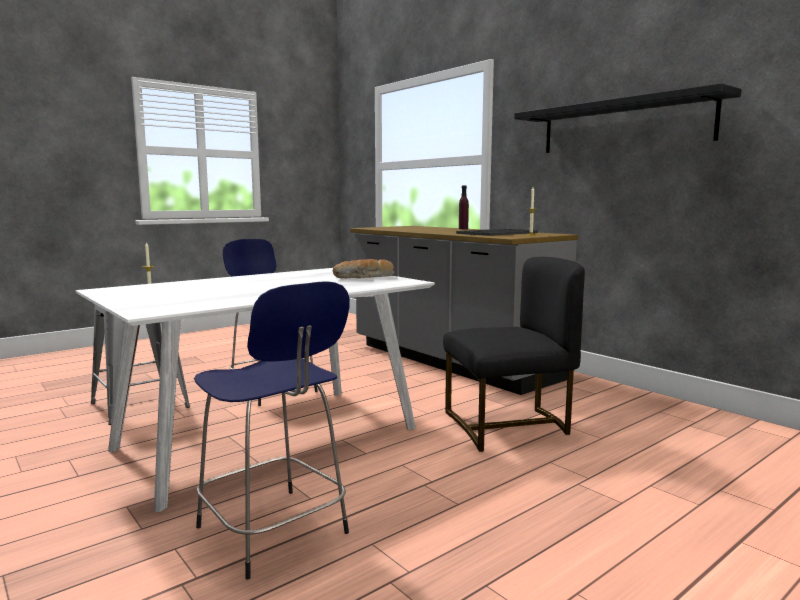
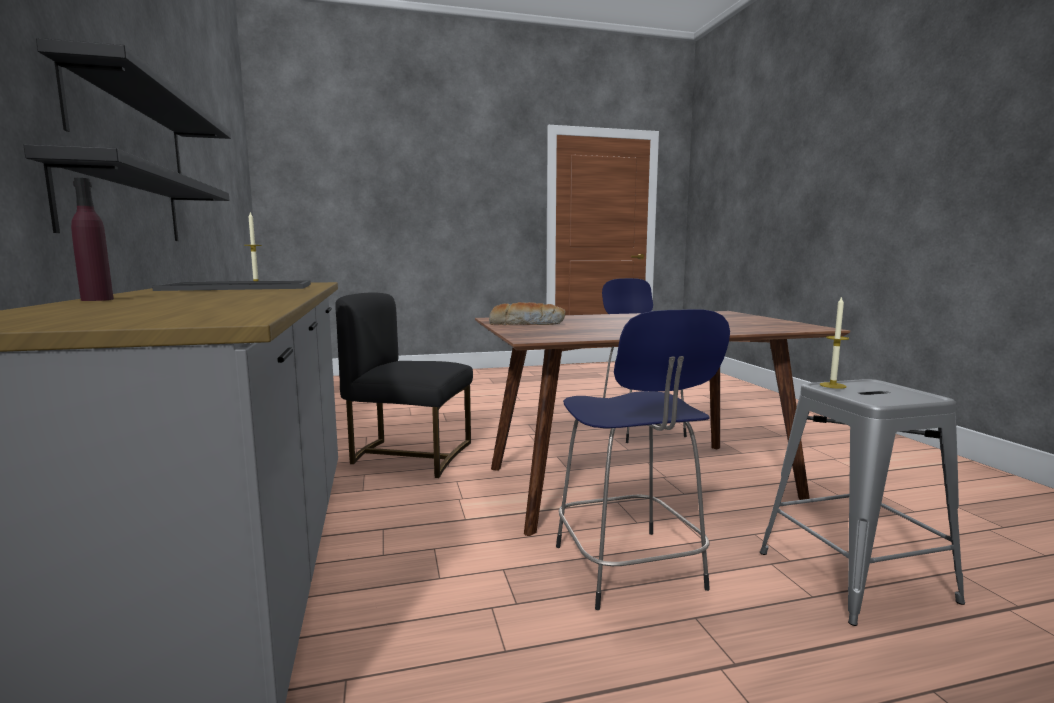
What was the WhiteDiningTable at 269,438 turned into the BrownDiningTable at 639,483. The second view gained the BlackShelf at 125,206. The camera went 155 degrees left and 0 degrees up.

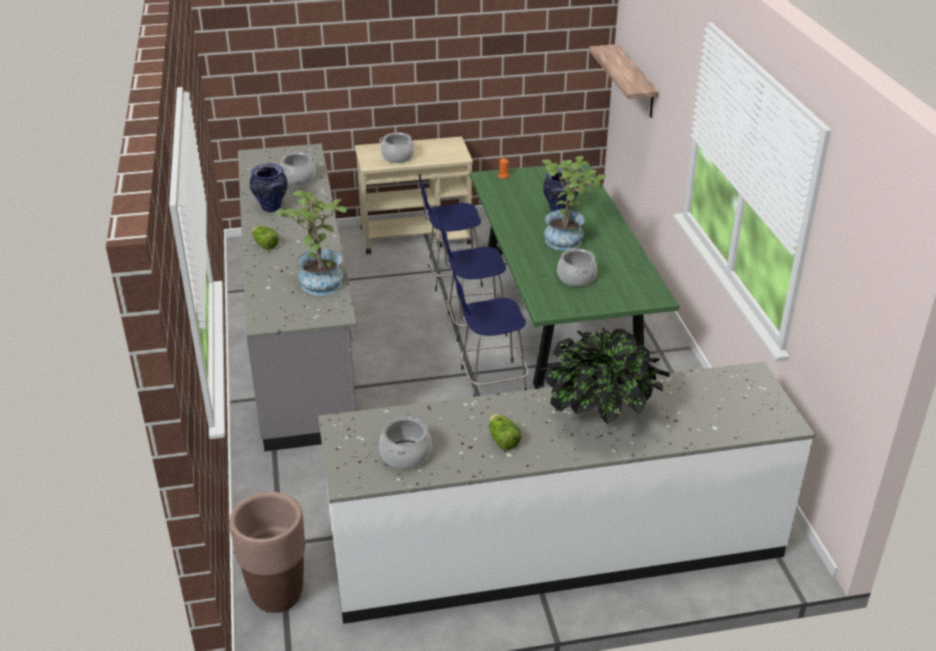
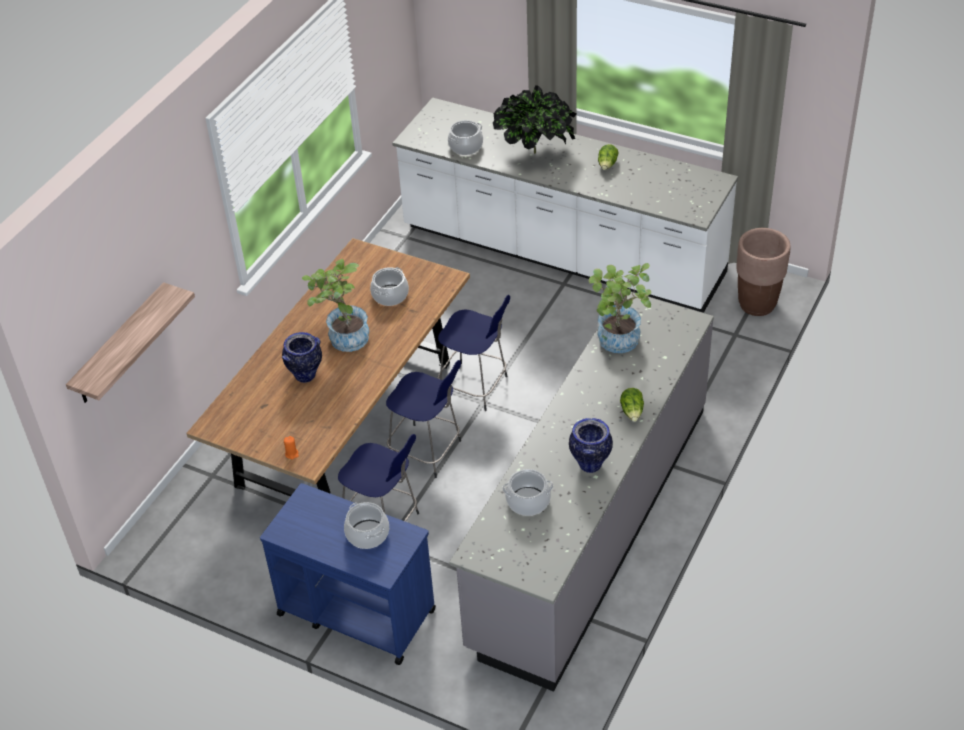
What was the BeigeCart at 416,236 turned into the BlueCart at 355,611. The CookingPot ended up elsewhere, having gone from 406,455 to 465,146. What was the GreenDiningTable at 558,316 turned into the BrownDiningTable at 346,423. The camera went 140 degrees left and 10 degrees up.

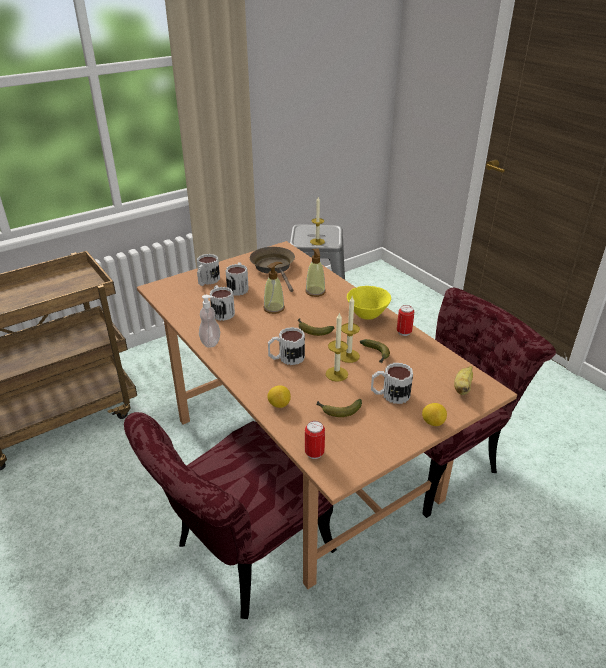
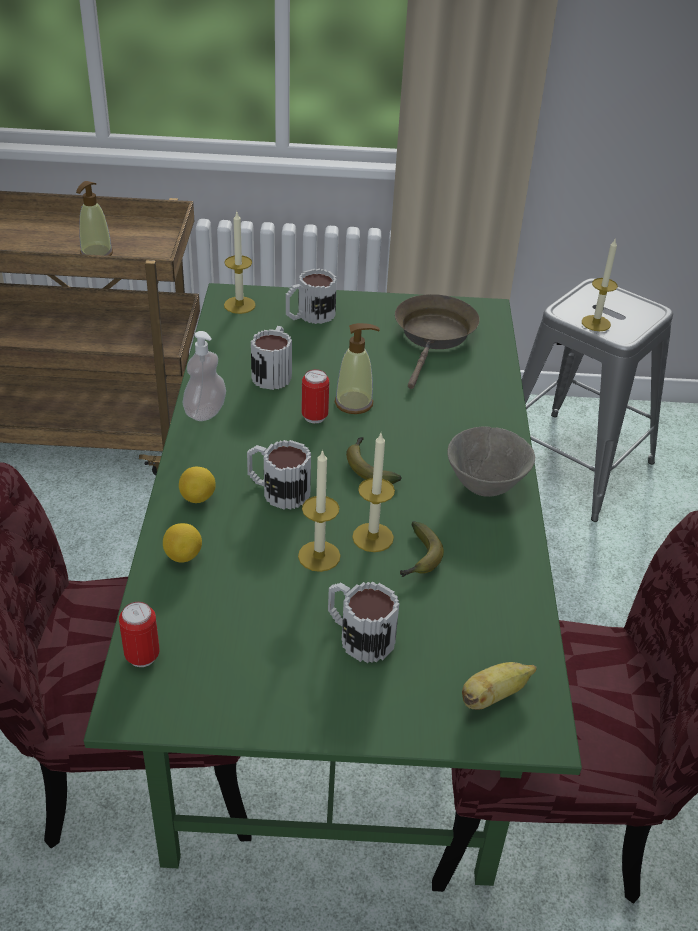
What was the BrownDiningTable at 300,457 turned into the GreenDiningTable at 335,671. The second view lost the Mug at 238,287. The SoapDispenser ended up elsewhere, having gone from 315,292 to 96,253. The second view lost the Banana at 338,410. What was the YellowBowl at 367,316 turned into the GreyBowl at 484,487. The Can ended up elsewhere, having gone from 404,332 to 314,417. The Lemon ended up elsewhere, having gone from 433,422 to 198,498. The second view gained the Candle at 239,305. The camera went 35 degrees right and 5 degrees up.

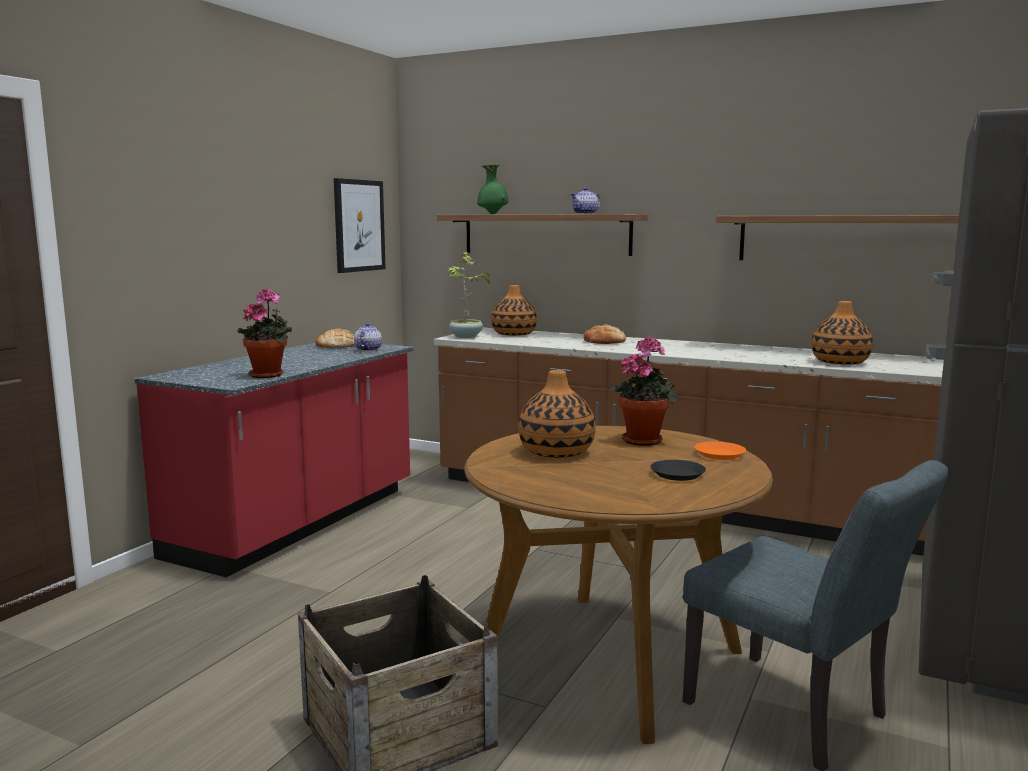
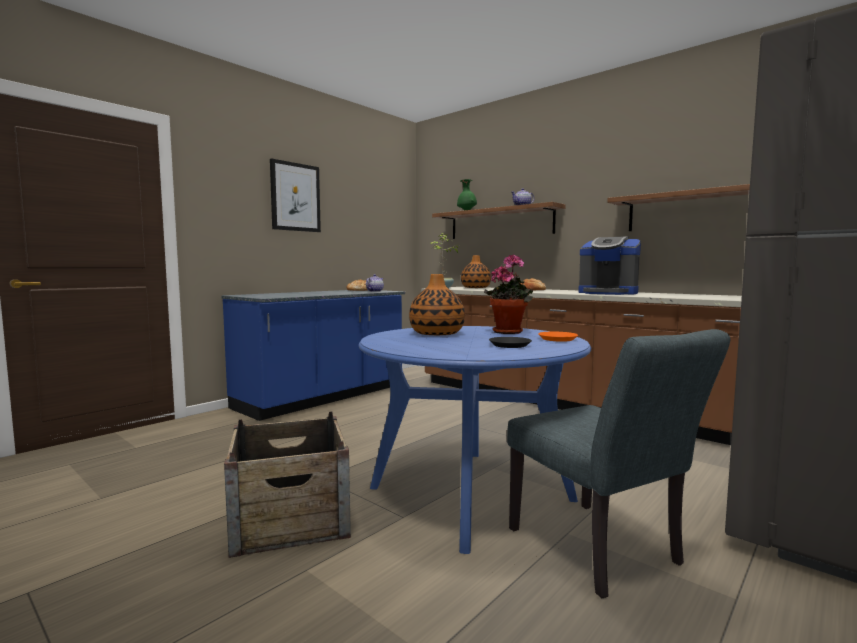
What was the RedCounter at 298,522 turned into the BlueCounter at 323,397. The second view lost the PottedPlant at 269,375. The Picture ended up elsewhere, having gone from 359,225 to 295,197. What was the BrownDiningTable at 610,659 turned into the BlueDiningTable at 470,493. The second view lost the Vase at 840,362. The second view gained the CoffeeMachine at 608,293. The camera went 15 degrees right and 5 degrees down.

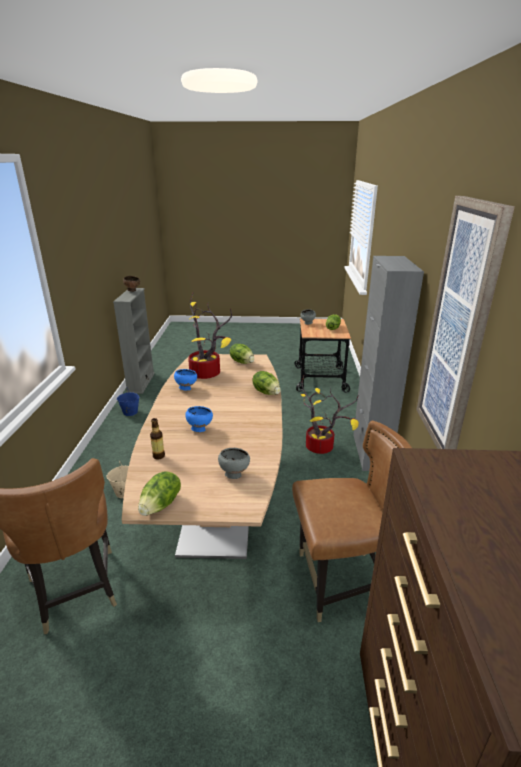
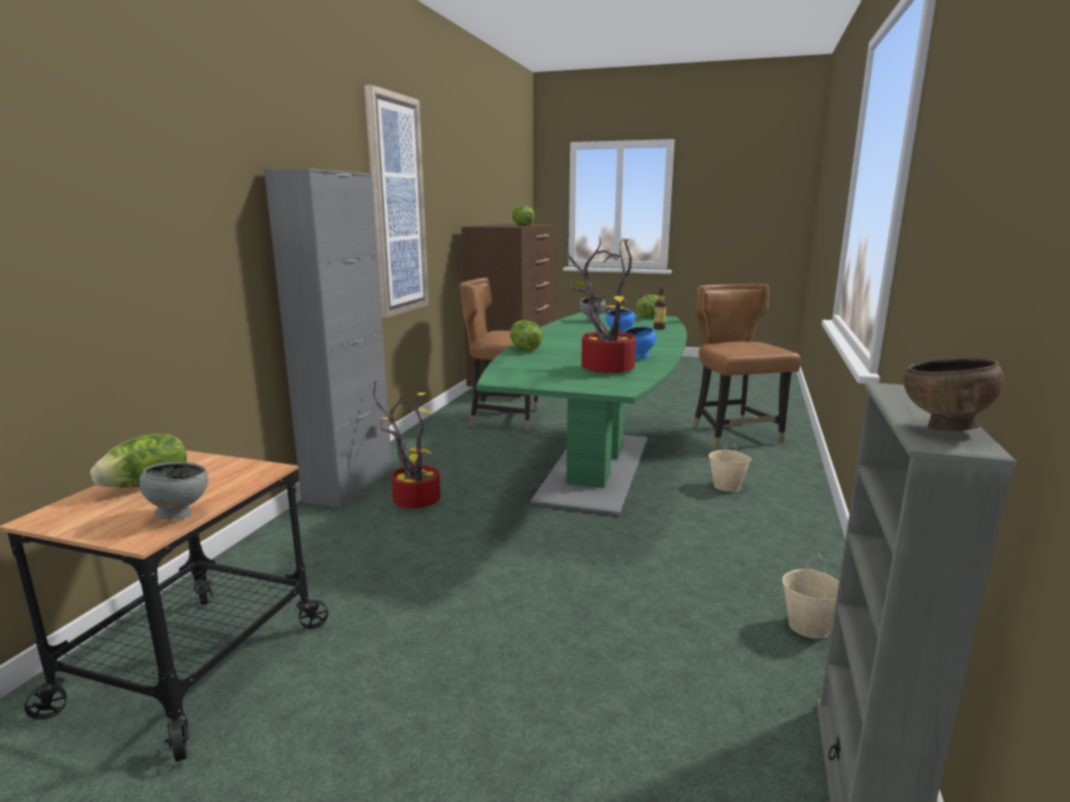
What was the BlueBucket at 130,412 turned into the BeigeBucket at 809,626. What was the BrownDiningTable at 219,498 turned into the GreenDiningTable at 596,468. The Lettuce ended up elsewhere, having gone from 242,362 to 522,225. The camera went 165 degrees left and 10 degrees down.

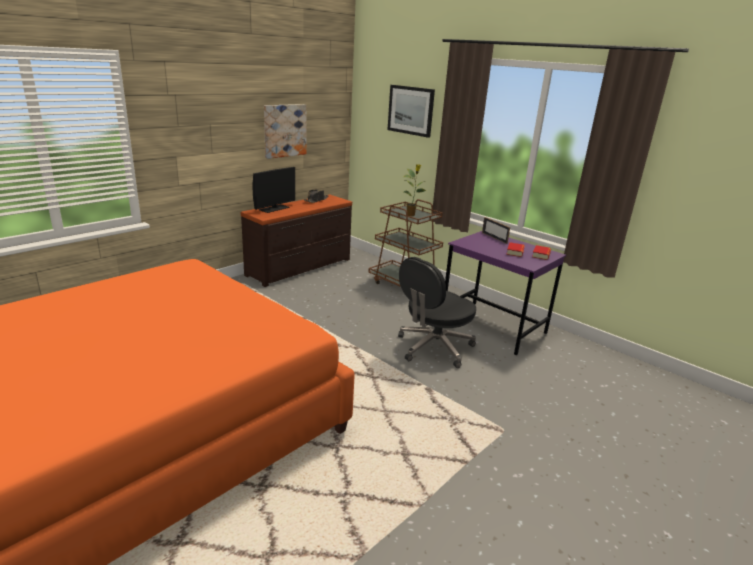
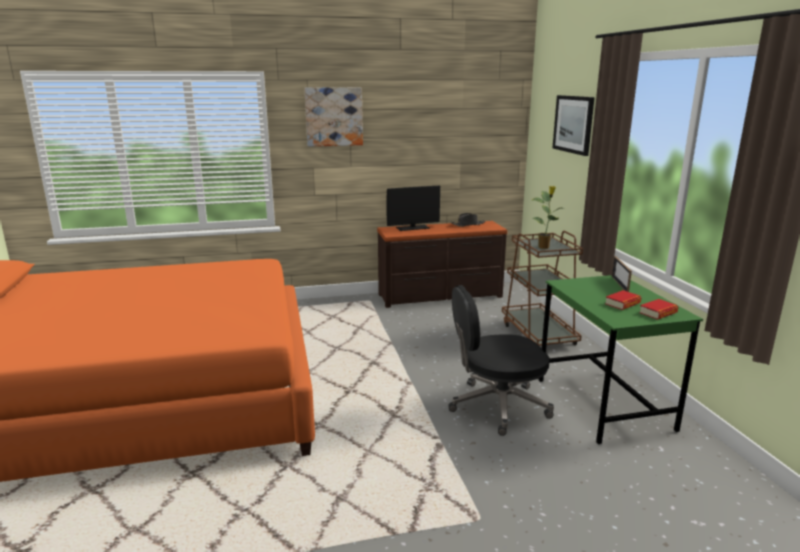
The Picture ended up elsewhere, having gone from 284,130 to 334,116. What was the PurpleDesk at 493,327 turned into the GreenDesk at 604,404. The camera went 35 degrees right and 5 degrees down.

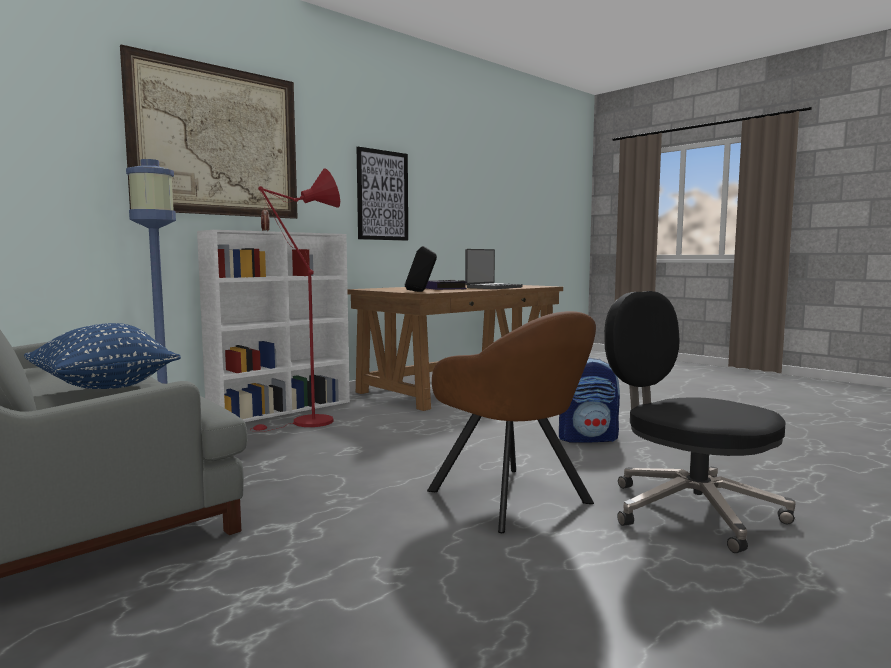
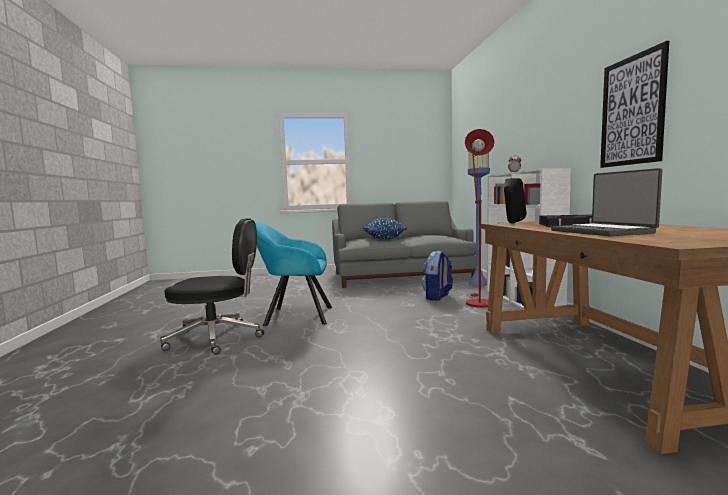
The second view lost the Picture at 217,141. What was the BrownArmchair at 514,499 turned into the TurquoiseArmchair at 295,316. The Backpack ended up elsewhere, having gone from 587,438 to 438,297. The camera went 125 degrees right and 0 degrees up.

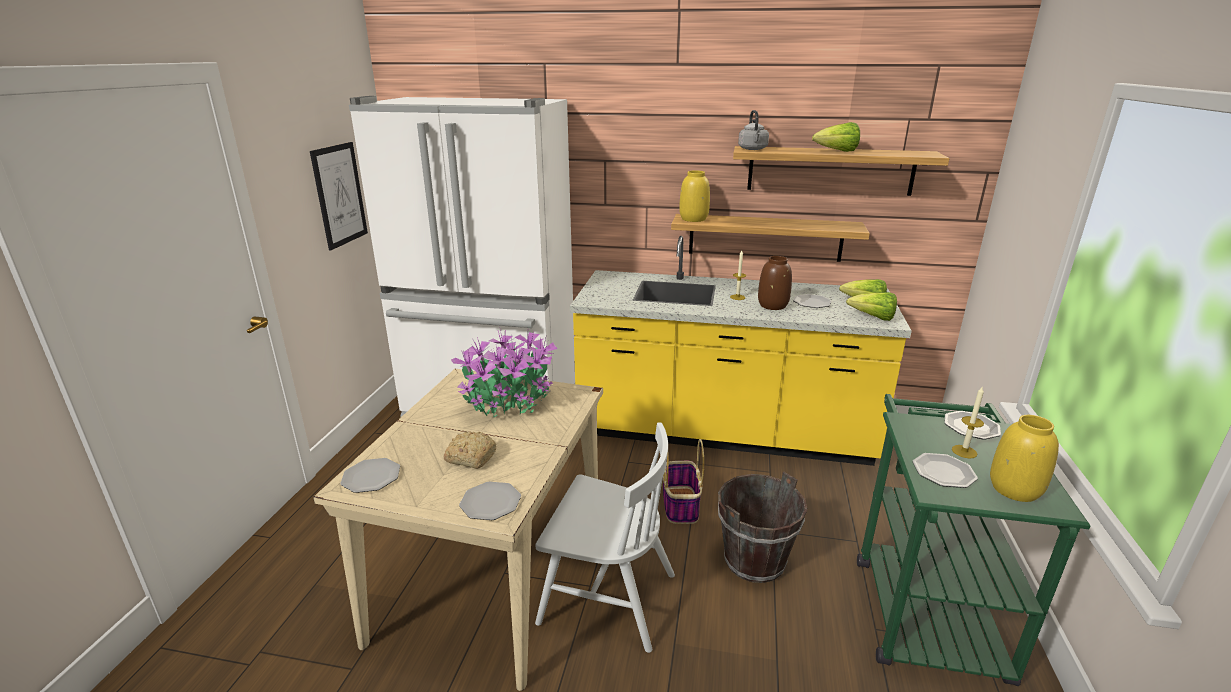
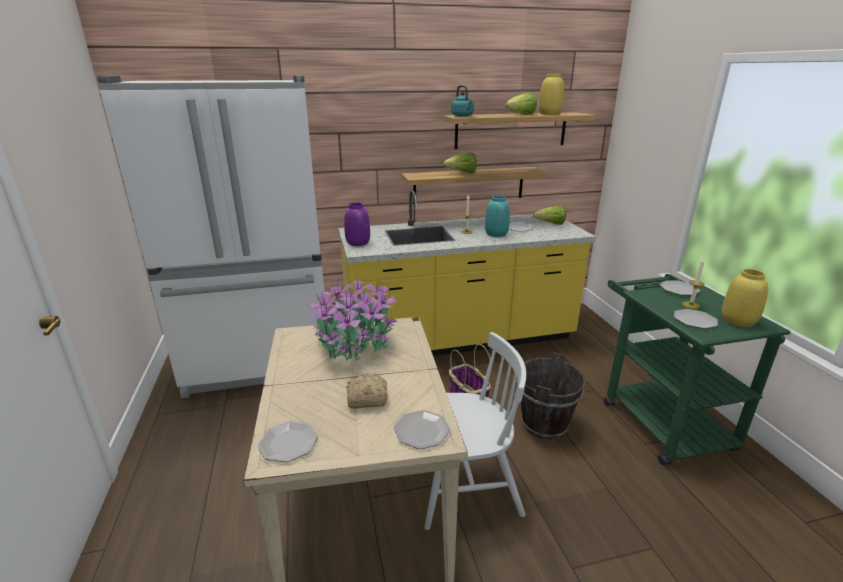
The second view lost the Picture at 339,195. The YellowVase ended up elsewhere, having gone from 693,219 to 549,114. What was the GreyKettle at 753,149 turned into the TurquoiseKettle at 463,116. What was the BrownVase at 772,306 turned into the TurquoiseVase at 496,234. The Lettuce ended up elsewhere, having gone from 873,318 to 462,173. The second view gained the PurpleVase at 358,243. The camera went 25 degrees left and 0 degrees up.

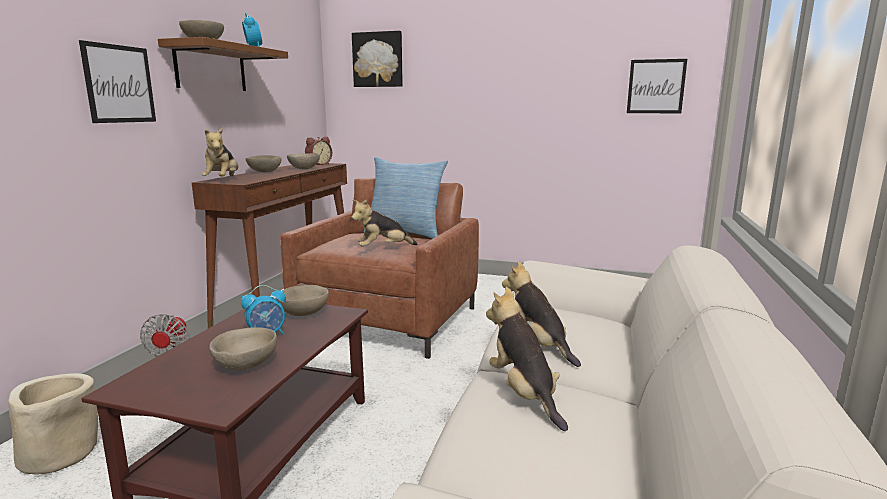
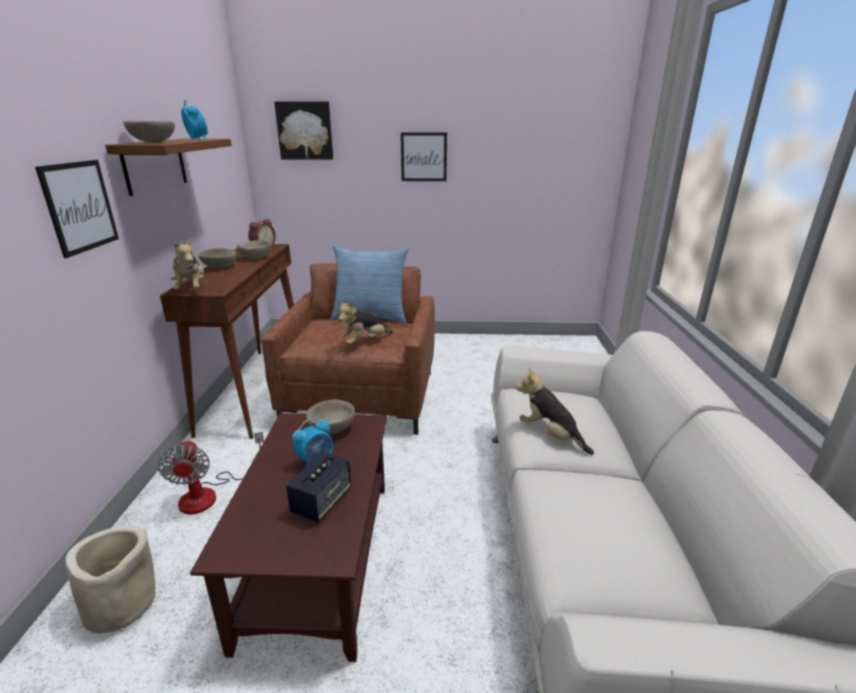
Where the BeigeBowl stood at 246,364, the Speaker came to stand at 322,501. The second view lost the PlushToy at 524,394. The Picture ended up elsewhere, having gone from 656,86 to 424,157. The camera went 15 degrees left and 10 degrees up.

